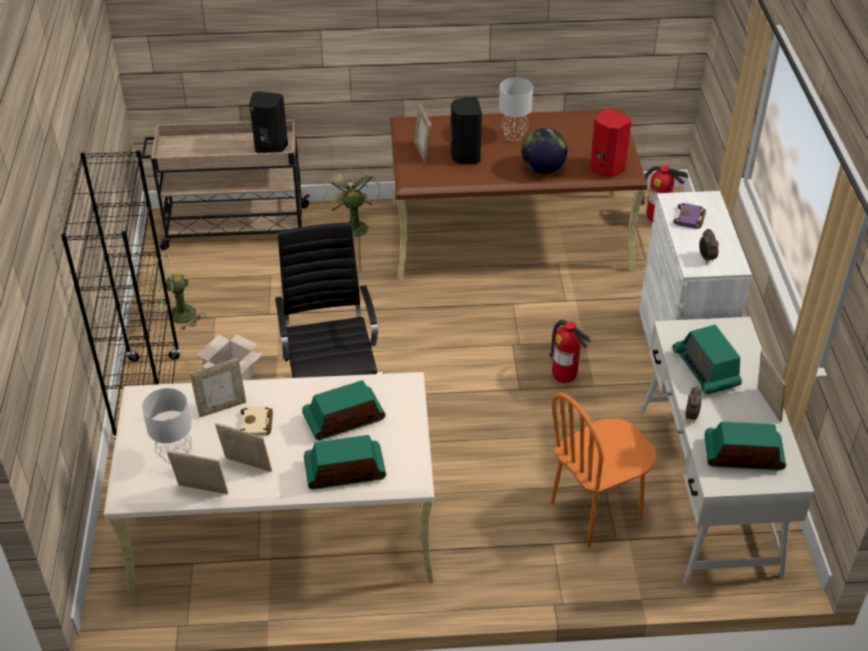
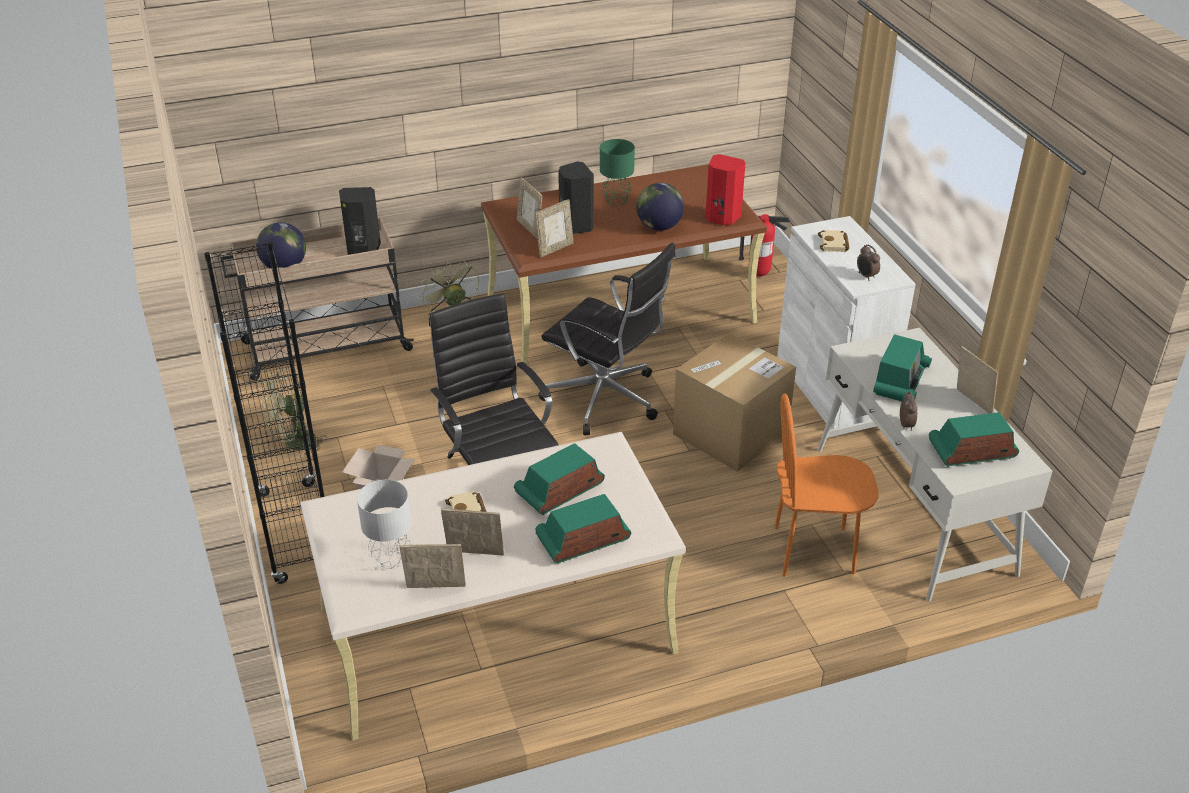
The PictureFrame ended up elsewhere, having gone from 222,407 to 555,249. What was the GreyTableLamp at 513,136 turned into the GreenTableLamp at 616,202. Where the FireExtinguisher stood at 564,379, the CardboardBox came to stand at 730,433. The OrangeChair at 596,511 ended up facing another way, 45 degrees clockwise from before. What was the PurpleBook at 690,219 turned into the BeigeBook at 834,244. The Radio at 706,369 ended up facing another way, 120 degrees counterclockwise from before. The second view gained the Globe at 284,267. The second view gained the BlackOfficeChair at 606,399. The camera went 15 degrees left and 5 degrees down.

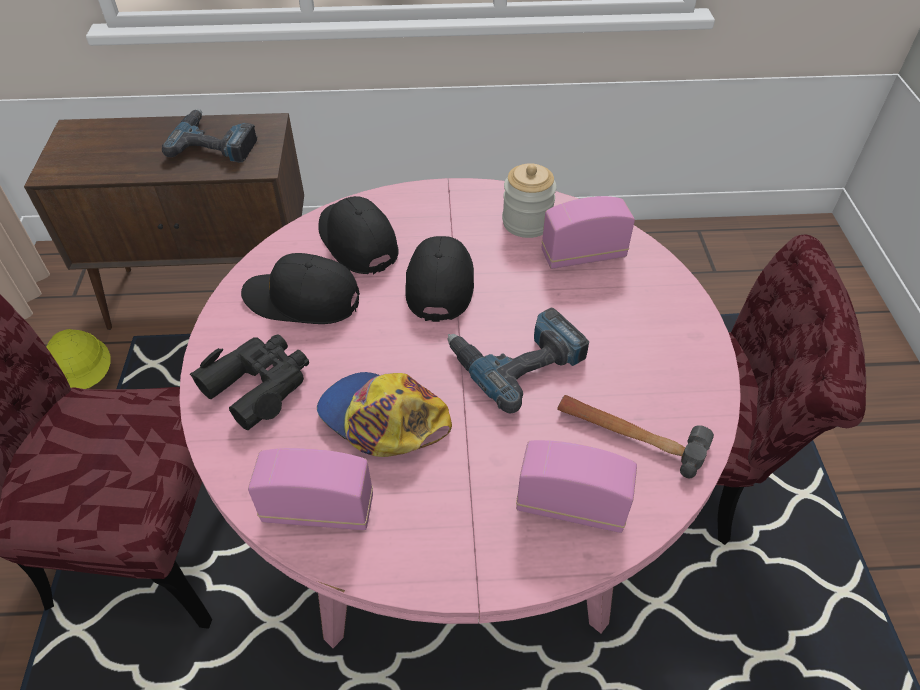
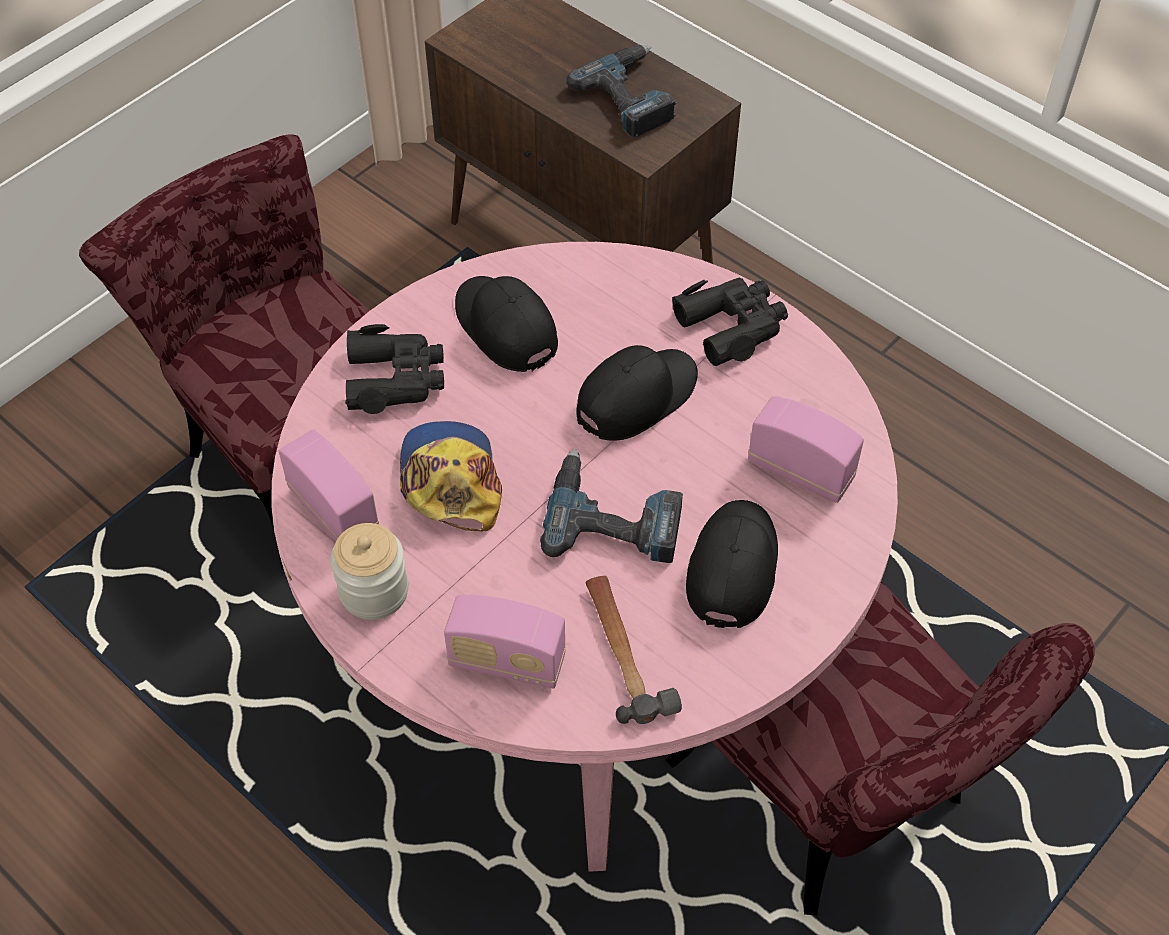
The second view lost the YellowHardHat at 85,375. The BlackCap ended up elsewhere, having gone from 357,241 to 732,568. The Jar ended up elsewhere, having gone from 527,222 to 374,591. The Radio at 571,505 ended up facing another way, 135 degrees clockwise from before. The second view gained the BlackBinoculars at 732,325. The camera went 45 degrees right and 5 degrees up.

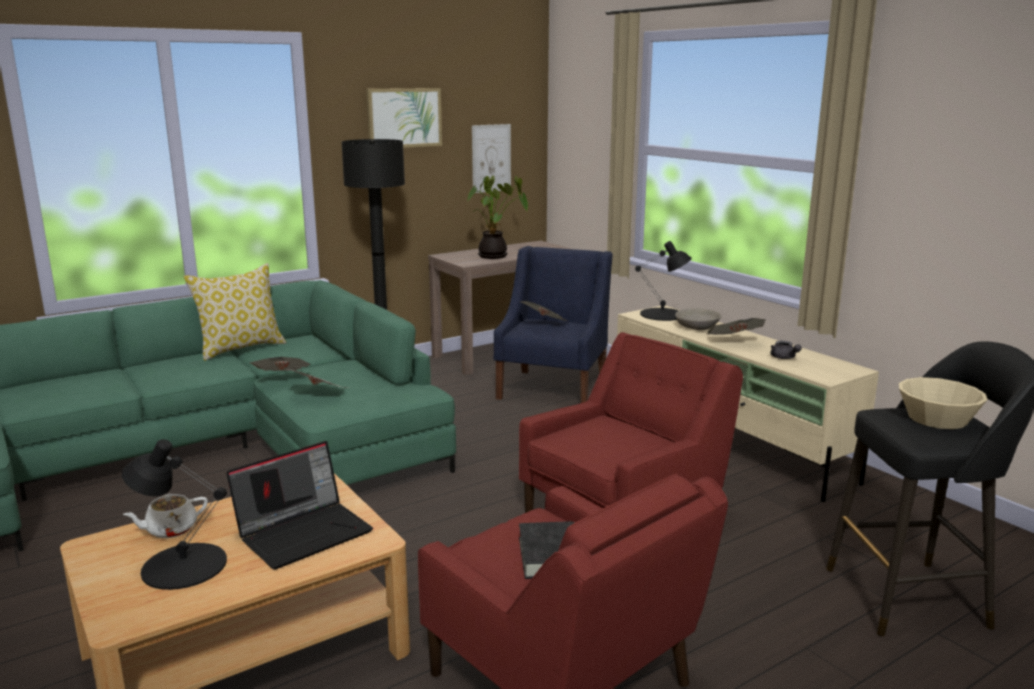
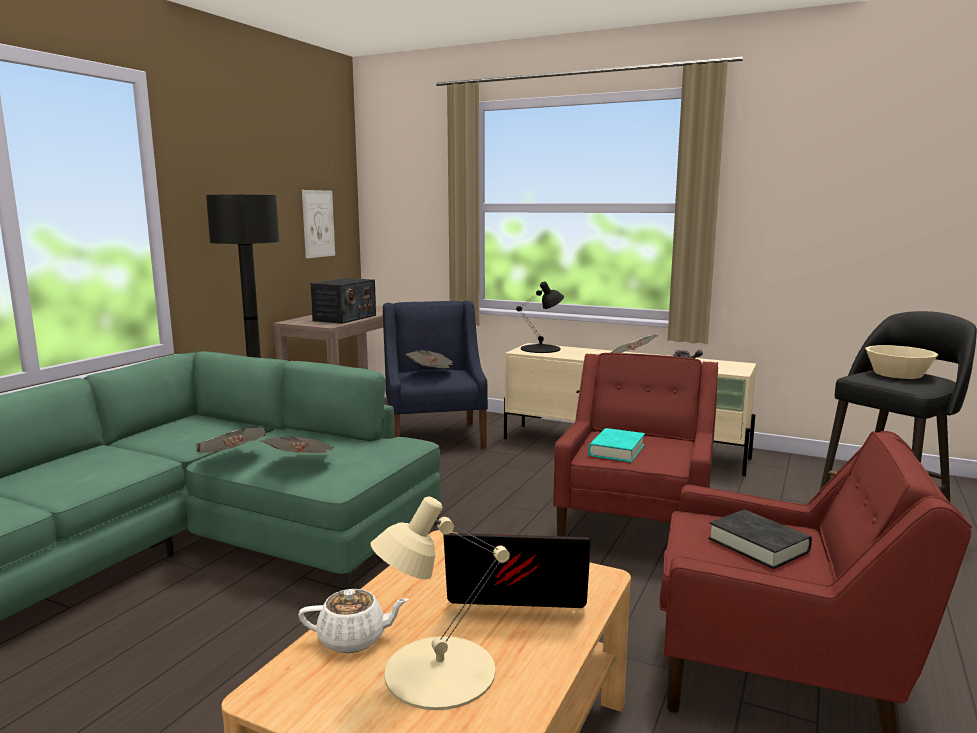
What was the BlackTableLamp at 183,565 turned into the BeigeTableLamp at 438,671. The WhiteTeapot at 170,530 ended up facing another way, 120 degrees counterclockwise from before. The second view lost the Pillow at 241,348. The Laptop at 305,532 ended up facing another way, 105 degrees counterclockwise from before. The second view lost the Picture at 404,118. Where the PottedPlant stood at 495,256, the Radio came to stand at 344,318. The second view lost the GreyBowl at 697,327. The second view gained the TurquoiseBook at 616,450. The camera went 30 degrees left and 5 degrees down.

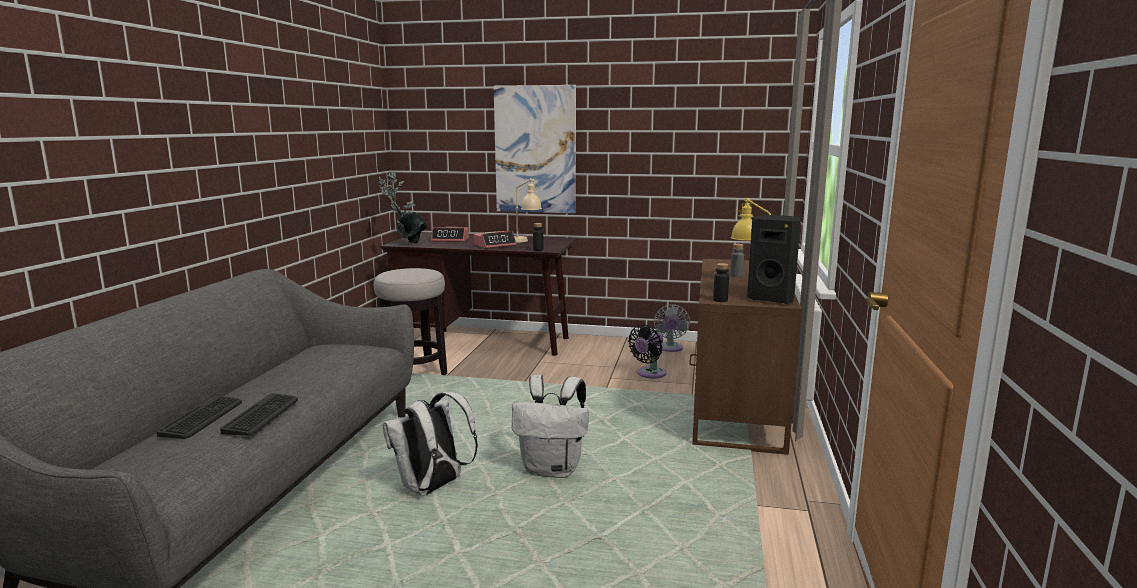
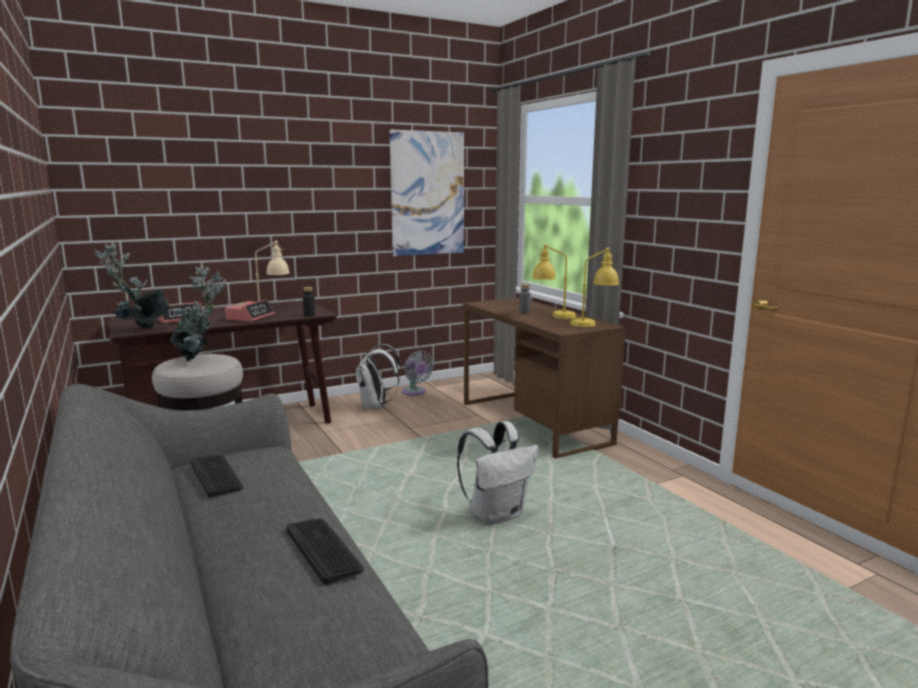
The Keyboard ended up elsewhere, having gone from 202,418 to 216,475. The WhiteBackpack ended up elsewhere, having gone from 432,488 to 376,406. The Picture ended up elsewhere, having gone from 535,150 to 428,194. The second view lost the BlackFan at 649,374. The second view lost the BlackBottle at 720,300. Where the BlackSpeaker stood at 772,299, the YellowTableLamp came to stand at 593,323. The second view gained the PottedPlant at 199,359. The camera went 40 degrees left and 0 degrees up.

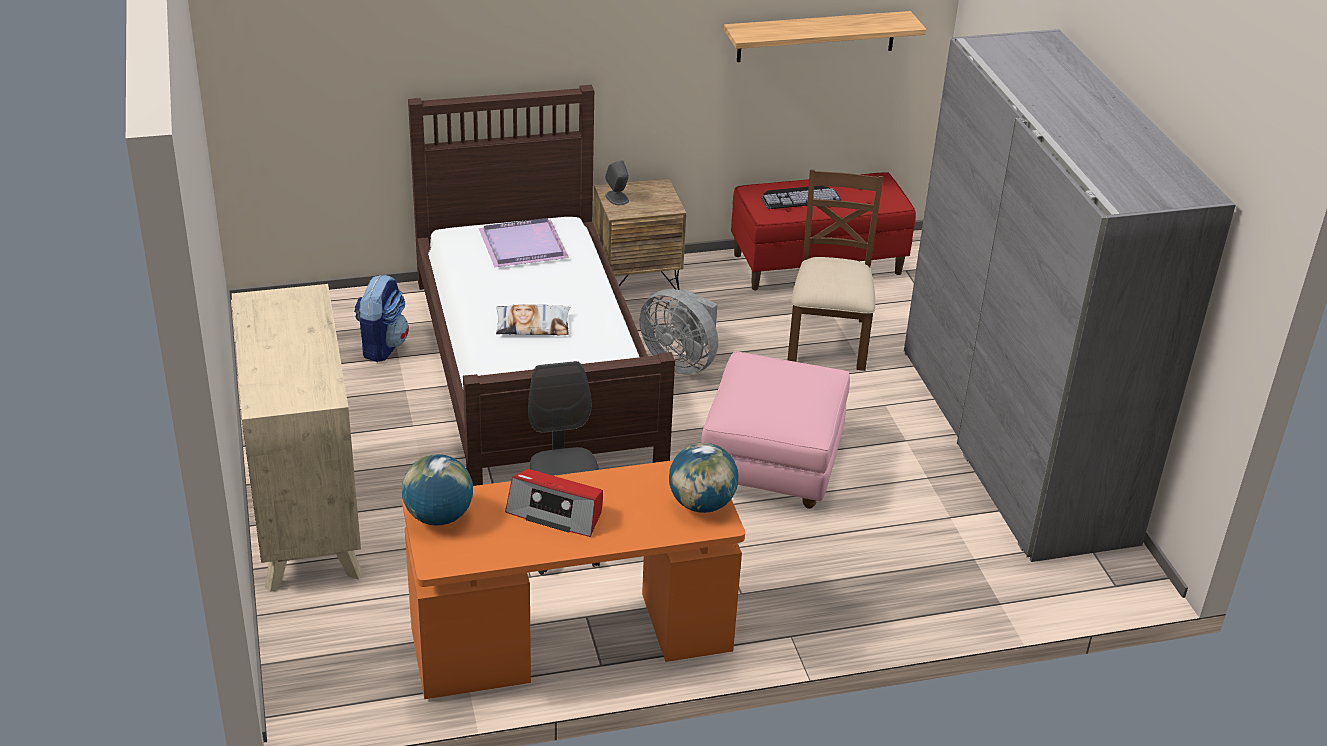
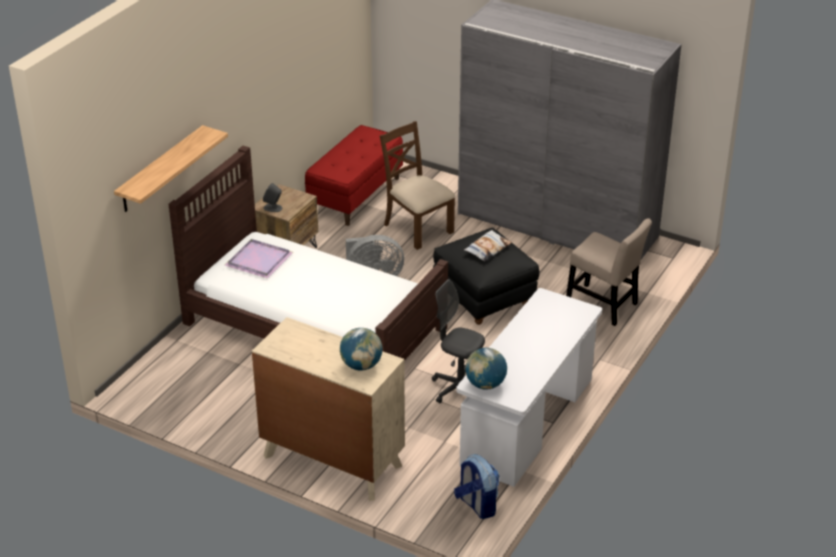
The Backpack ended up elsewhere, having gone from 382,346 to 476,505. What was the OrangeDesk at 571,642 turned into the WhiteDesk at 527,423. The Pillow ended up elsewhere, having gone from 532,325 to 487,249. The second view lost the Radio at 556,512. The Globe ended up elsewhere, having gone from 702,504 to 361,365. What was the PinkOttoman at 772,466 turned into the BlackOttoman at 484,298. The Shelf ended up elsewhere, having gone from 816,36 to 161,169. The second view lost the Keyboard at 800,197. The second view gained the BeigeChair at 604,306. The camera went 45 degrees left and 0 degrees up.

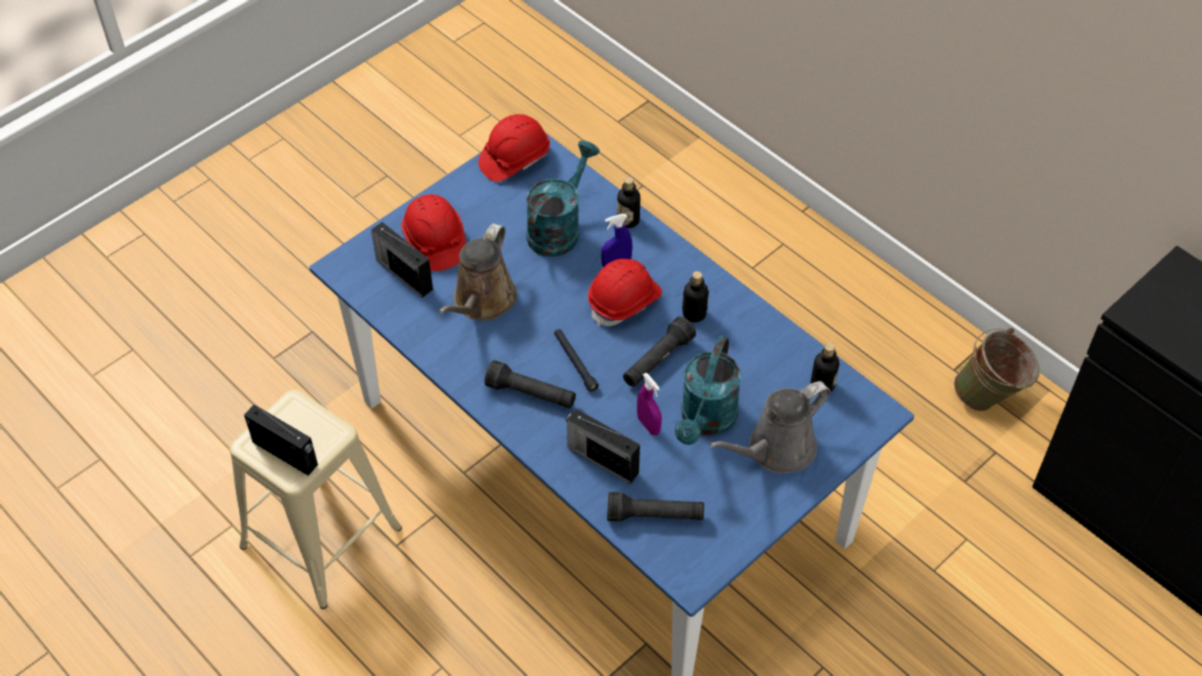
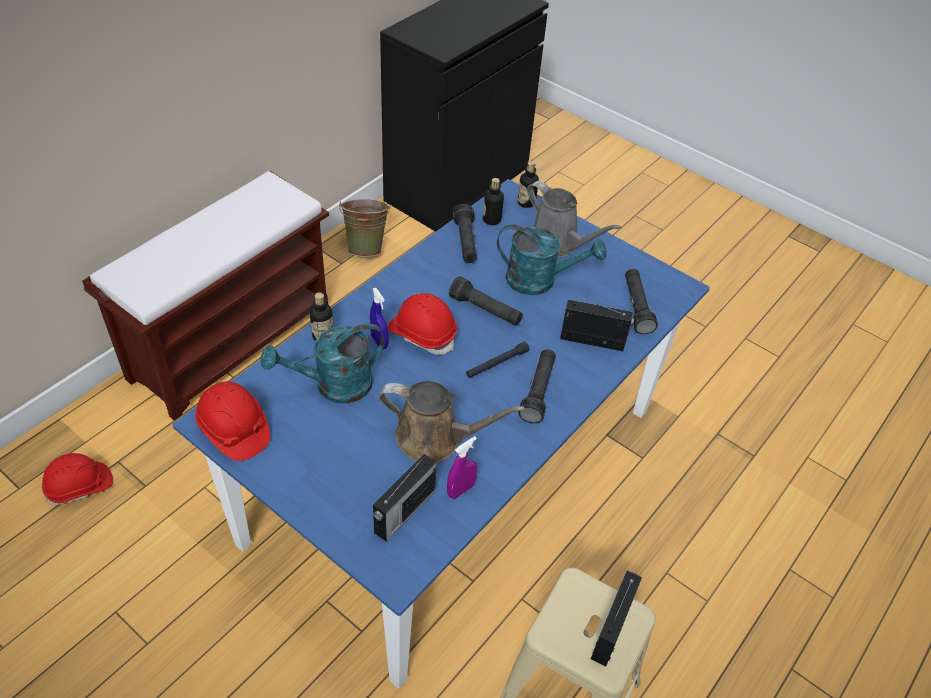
The RedHardHat ended up elsewhere, having gone from 434,242 to 80,487. The TurquoiseWateringCan at 558,228 ended up facing another way, 45 degrees counterclockwise from before. The Radio at 602,459 ended up facing another way, 105 degrees counterclockwise from before. The PurpleSprayBottle ended up elsewhere, having gone from 648,425 to 461,490. The Bottle ended up elsewhere, having gone from 694,314 to 526,202. The second view gained the BrownBench at 232,340. The second view gained the BlackFlashlight at 465,242. The camera went 100 degrees left and 5 degrees down.

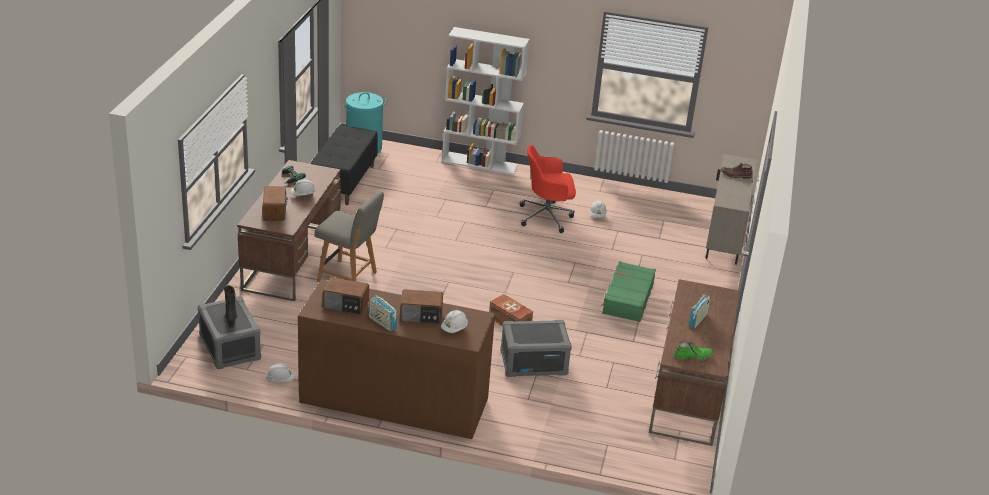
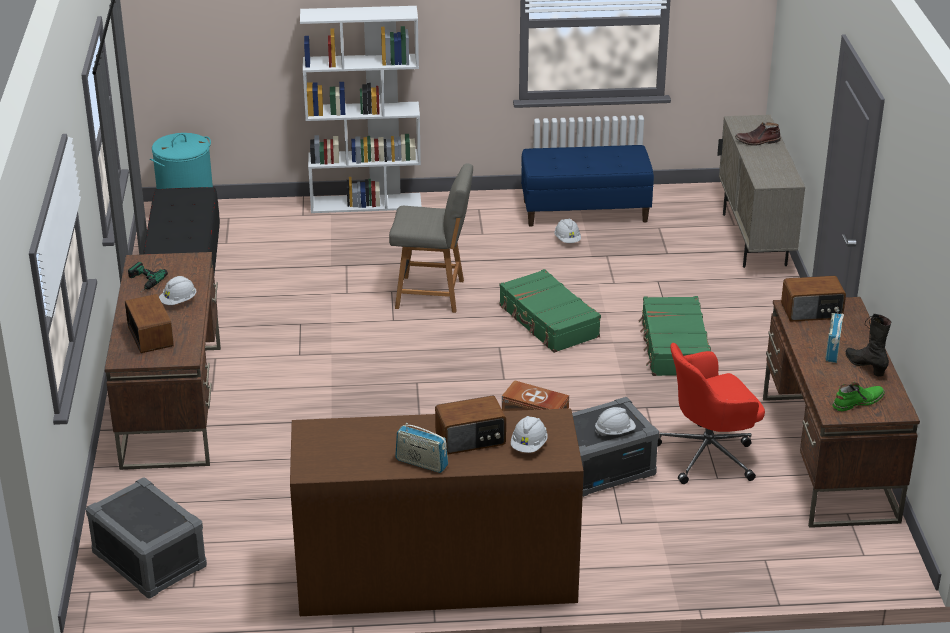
The BlackBoot ended up elsewhere, having gone from 231,319 to 865,366. The WhiteHardHat ended up elsewhere, having gone from 280,379 to 614,432. The GreyChair ended up elsewhere, having gone from 349,277 to 433,294. The Radio ended up elsewhere, having gone from 346,306 to 812,312. The RedOfficeChair ended up elsewhere, having gone from 547,216 to 709,455. The second view gained the GreenSuitcase at 548,322. The second view gained the BlueBench at 585,211. The camera went 15 degrees left and 0 degrees up.

